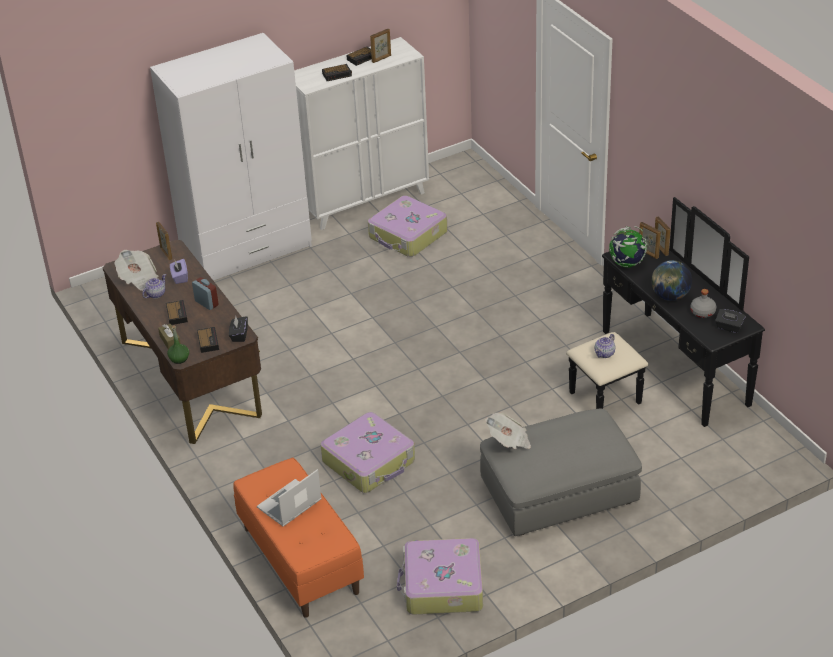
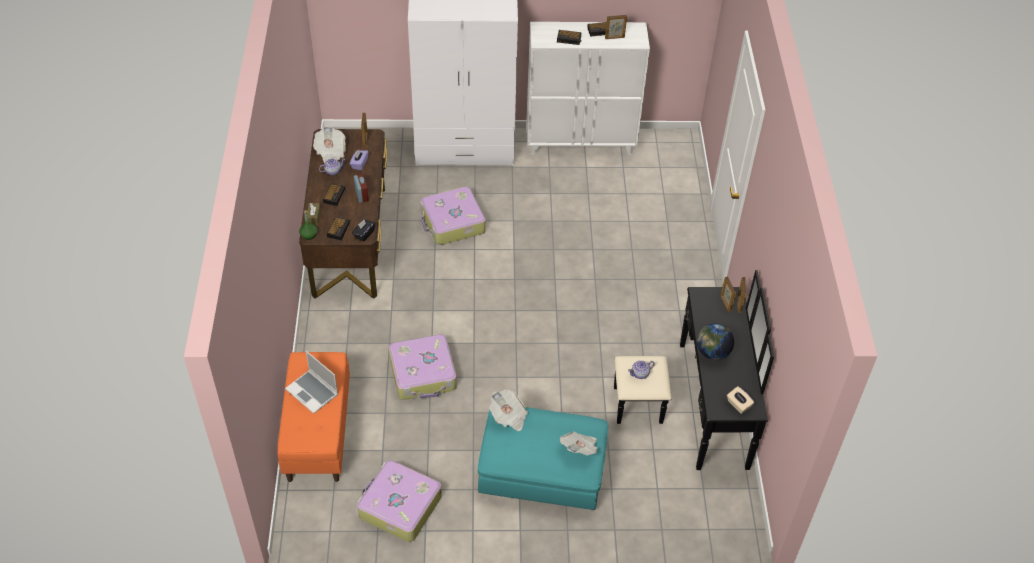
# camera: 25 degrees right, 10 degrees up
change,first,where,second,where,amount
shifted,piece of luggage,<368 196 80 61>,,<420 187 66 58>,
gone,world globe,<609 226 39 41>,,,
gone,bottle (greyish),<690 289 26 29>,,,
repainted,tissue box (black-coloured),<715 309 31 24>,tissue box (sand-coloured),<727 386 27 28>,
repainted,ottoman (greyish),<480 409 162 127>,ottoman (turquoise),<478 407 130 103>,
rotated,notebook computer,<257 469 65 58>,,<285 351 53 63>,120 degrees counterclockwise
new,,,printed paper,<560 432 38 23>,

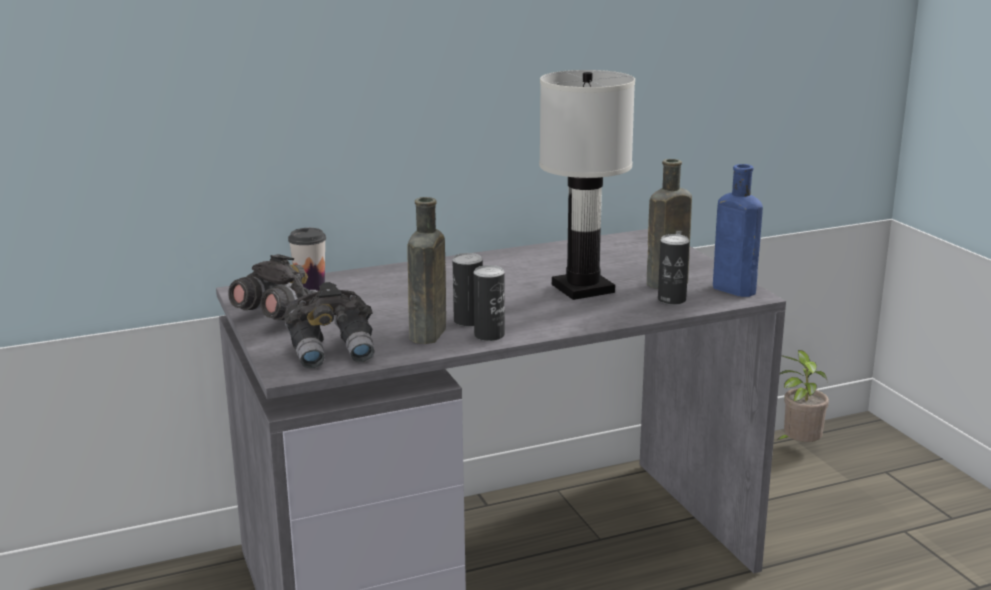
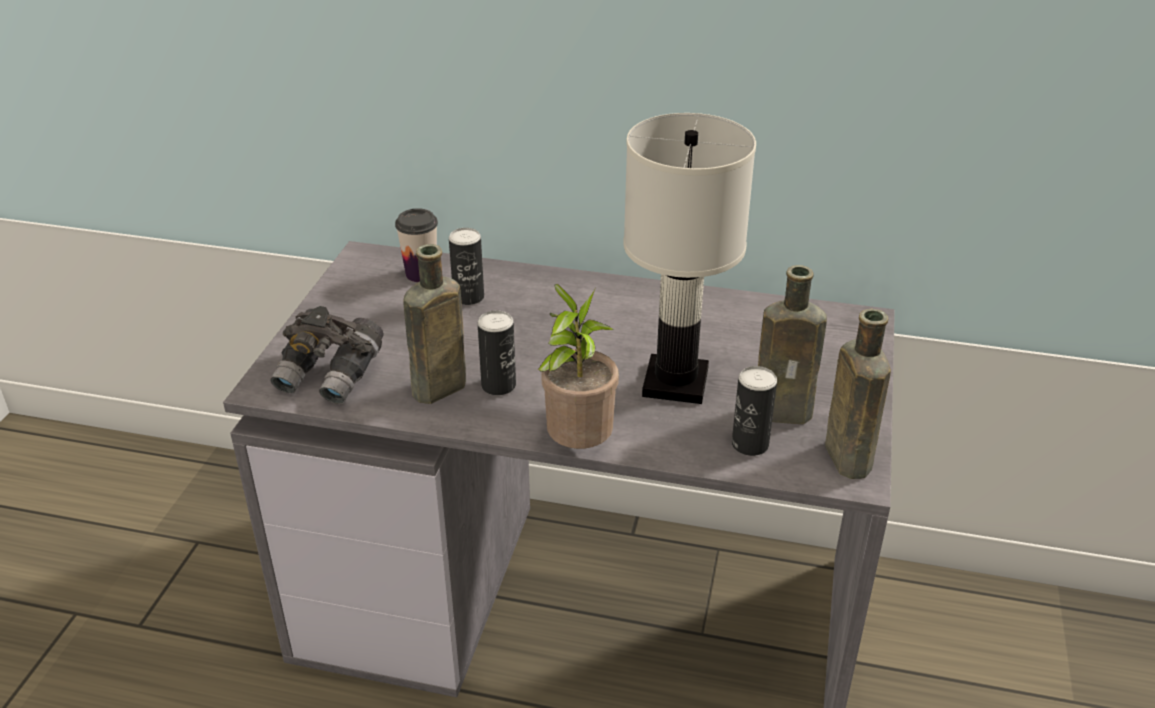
# camera: 35 degrees right, 15 degrees up
change,first,where,second,where,amount
repainted,bottle (blue),<713 164 50 133>,bottle (brown),<825 309 66 170>,
gone,pair of binoculars (greyish),<228 254 92 66>,,,
shifted,can,<474 265 31 76>,,<449 228 35 77>,
shifted,houseplant,<777 350 52 92>,,<538 284 81 165>,

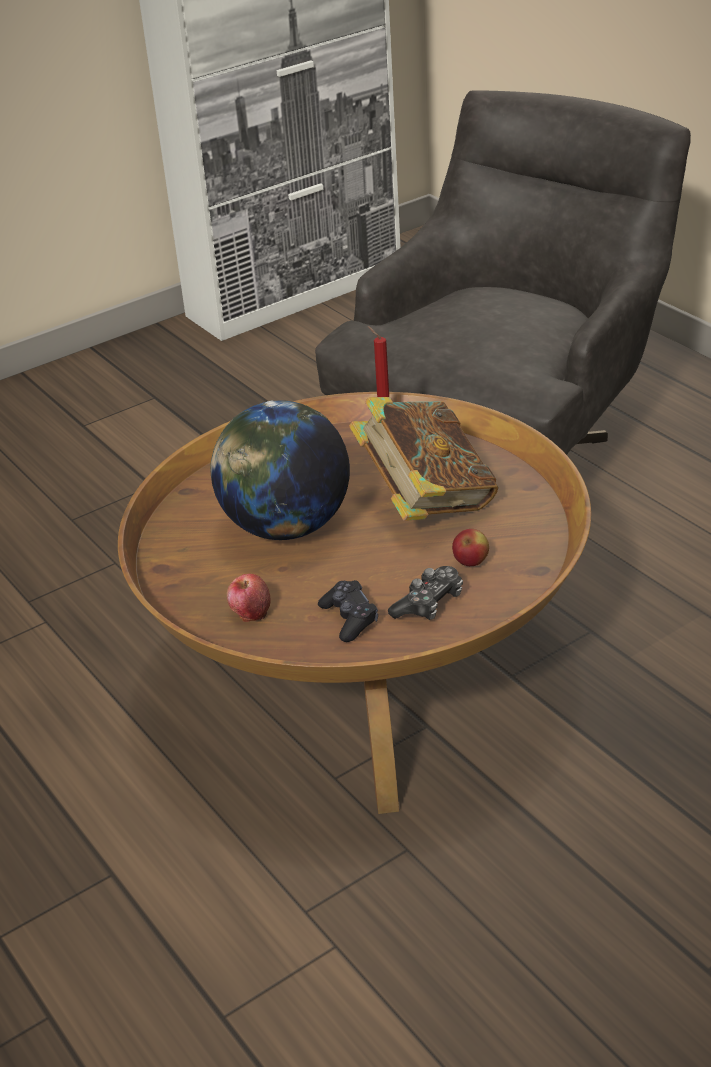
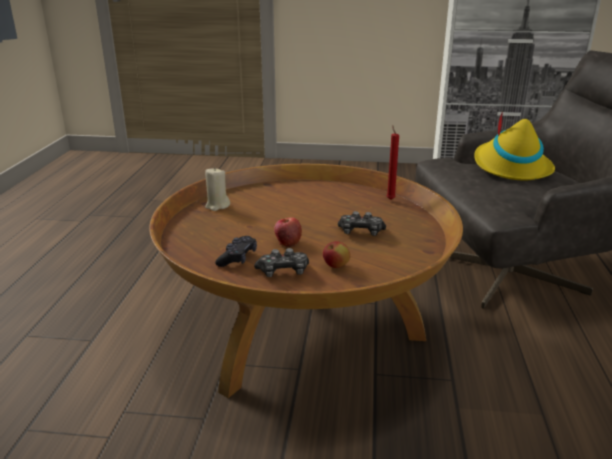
# camera: 40 degrees right, 10 degrees down
change,first,where,second,where,amount
swapped,book,<349 397 149 124>,joypad,<338 211 48 25>,
gone,world globe,<210 400 140 140>,,,
shifted,apple fruit,<227 574 44 48>,,<274 217 28 30>,
new,,,clothing hat (yellow-coloured),<474 111 81 70>,
new,,,candle (sand-coloured),<205 167 25 44>,

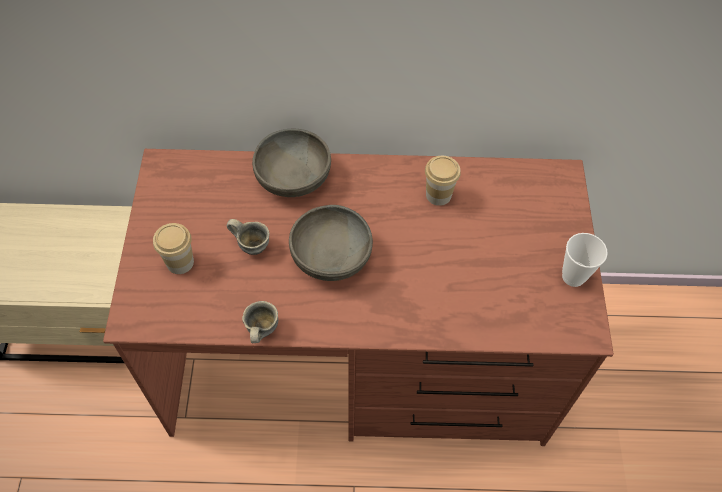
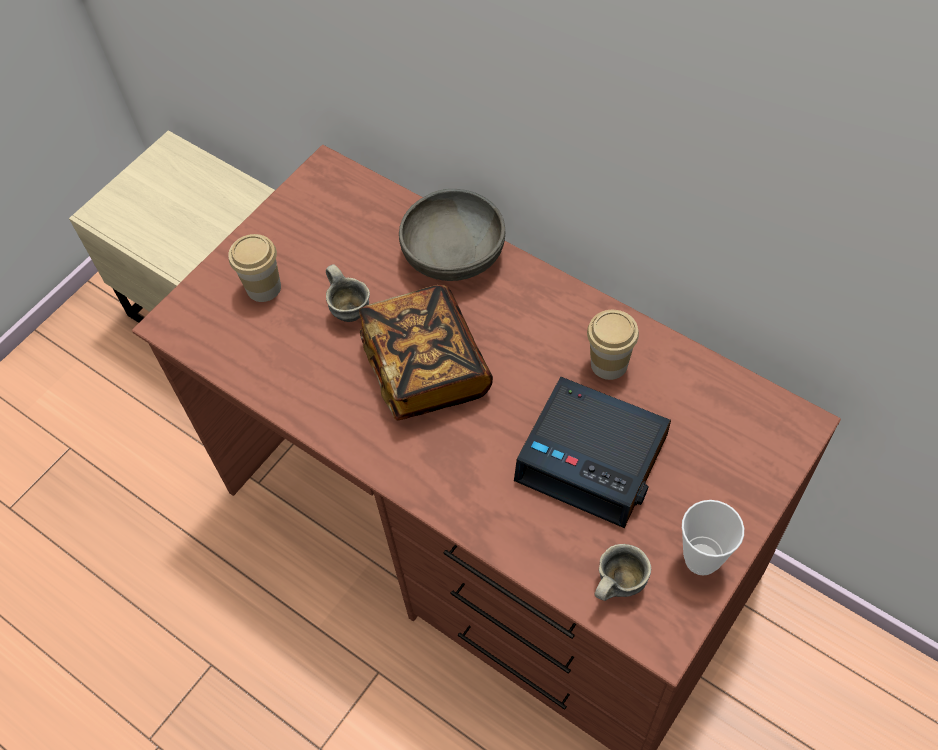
# camera: 40 degrees right, 0 degrees up
change,first,where,second,where,amount
swapped,serving bowl (greyish),<289 205 84 76>,book,<359 285 134 136>,
shifted,coffee mug (greyish),<242 301 36 42>,,<595 544 56 57>,
new,,,table clock,<514 377 157 151>,

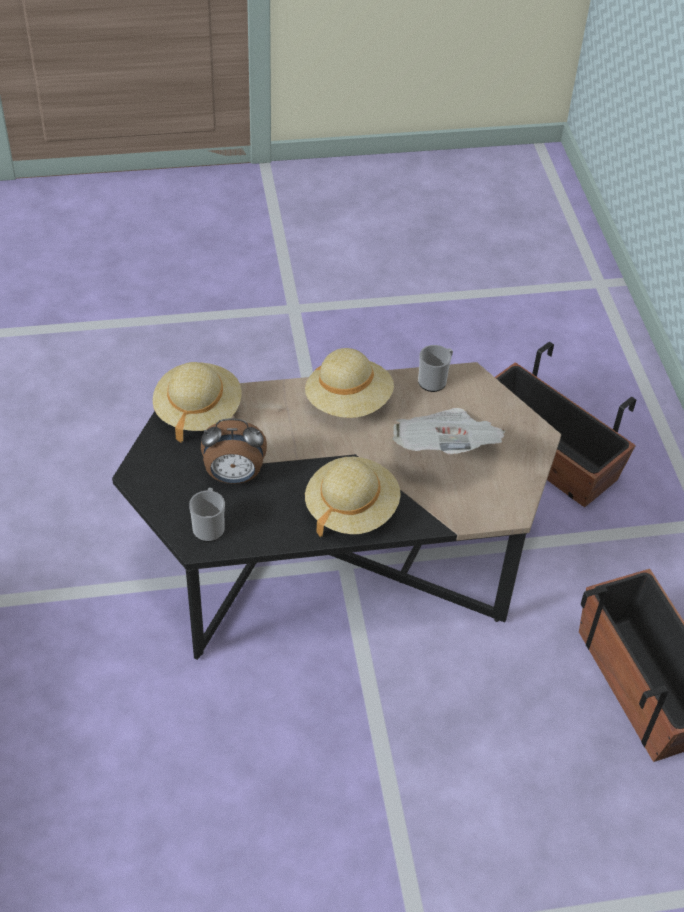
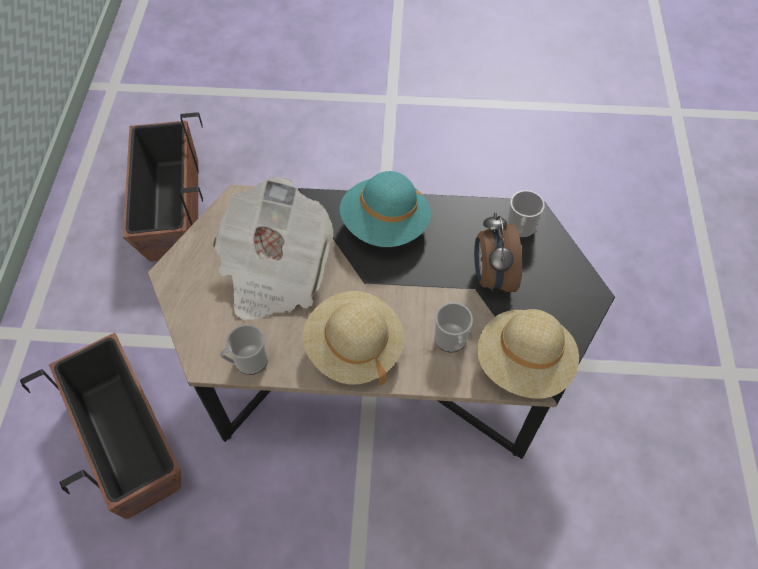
# camera: 165 degrees left, 10 degrees up
change,first,where,second,where,amount
rotated,table clock,<201 418 66 66>,,<474 212 48 80>,105 degrees counterclockwise
repainted,clothing hat (sand-coloured),<305 457 96 80>,clothing hat (turquoise),<340 171 91 76>,
new,,,coffee mug,<434 302 39 51>,

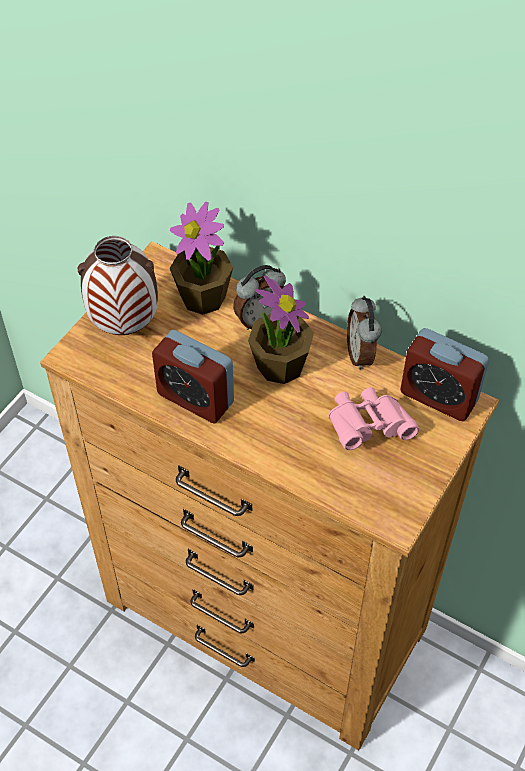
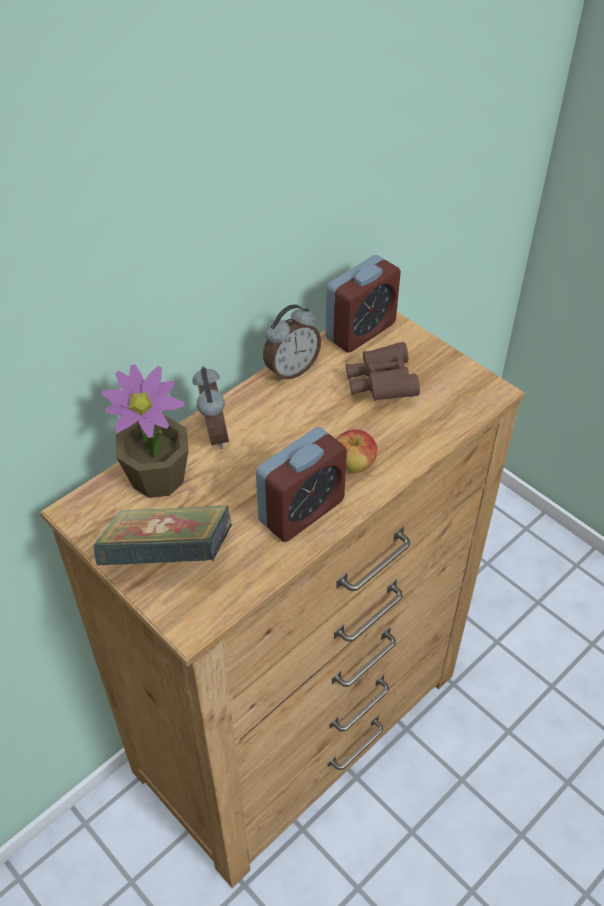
# camera: 75 degrees left, 5 degrees down
change,first,where,second,where,amount
swapped,flower vase,<78 236 80 99>,book,<93 505 139 61>,
gone,houseplant,<248 275 66 109>,,,
rotated,table clock,<347 296 35 74>,,<263 304 58 77>,45 degrees counterclockwise
repainted,pair of binoculars (pink),<328 387 91 63>,pair of binoculars (brown),<346 342 74 59>,
new,,,apple fruit,<336 430 41 43>,

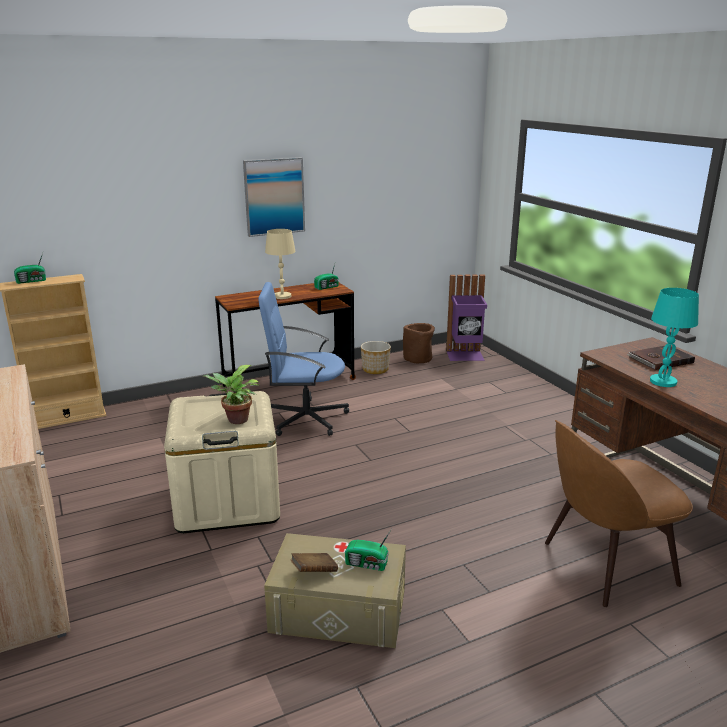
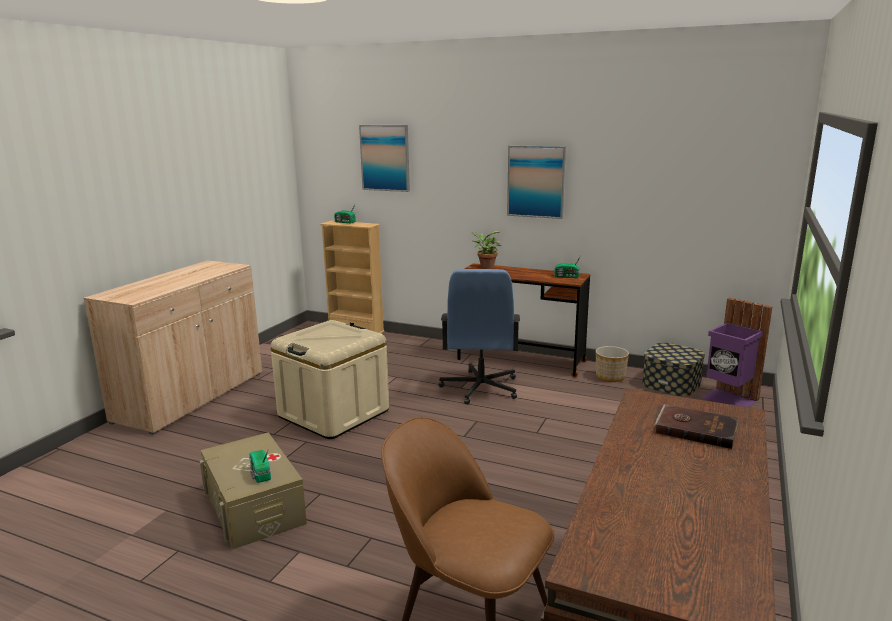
# camera: 50 degrees right, 5 degrees down
change,first,where,second,where,amount
gone,tabletop lamp (sand-coloured),<265 229 31 70>,,,
rotated,office chair (blue),<258 282 91 154>,,<439 269 81 136>,135 degrees counterclockwise
gone,tabletop lamp (turquoise),<650 288 49 99>,,,
swapped,plant pot (brown),<403 323 32 40>,storage container,<642 343 63 54>,
shifted,houseplant,<202 365 57 59>,,<472 231 29 38>,
gone,book (brown),<291 553 47 19>,,,
new,,,wall picture,<359 125 51 67>,

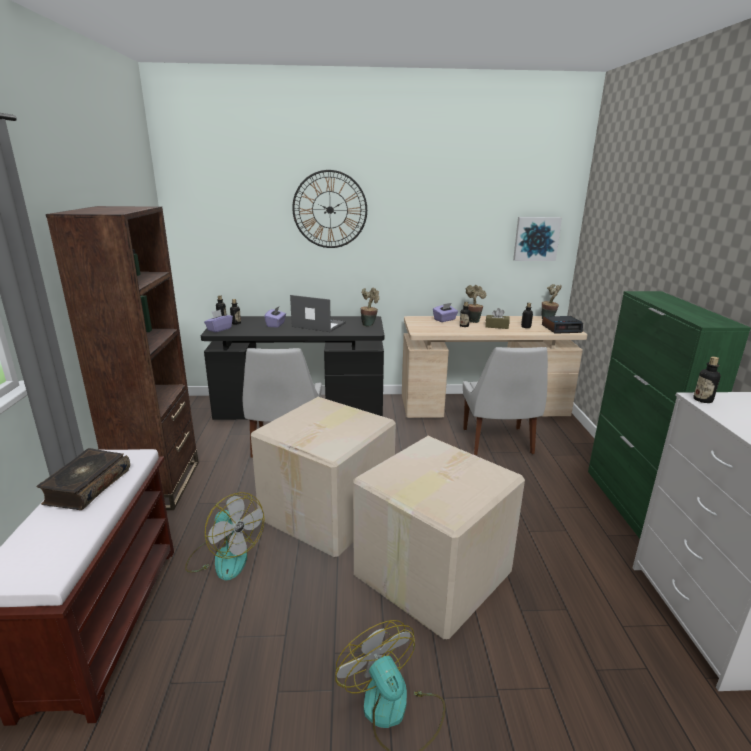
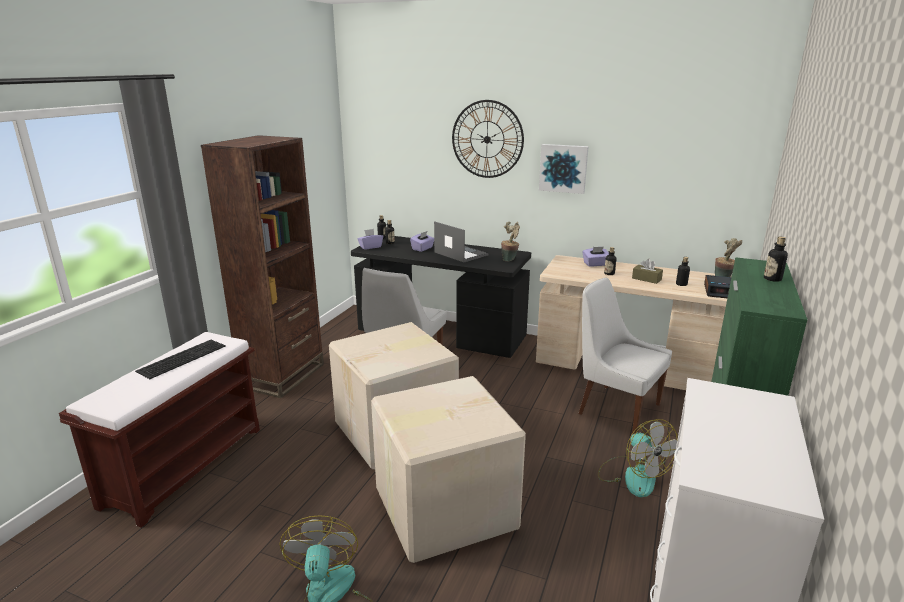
# camera: 25 degrees right, 0 degrees up
change,first,where,second,where,amount
shifted,wall picture,<513 217 49 44>,,<539 144 50 50>,
gone,houseplant,<466 285 20 38>,,,
rotated,upright chair (white-coloured),<463 347 85 108>,,<579 278 93 156>,105 degrees clockwise
shifted,bottle,<693 356 28 47>,,<764 237 24 45>,
swapped,book,<36 448 94 62>,computer keyboard,<135 340 91 39>,
shifted,electric fan,<185 492 80 88>,,<598 419 80 78>,

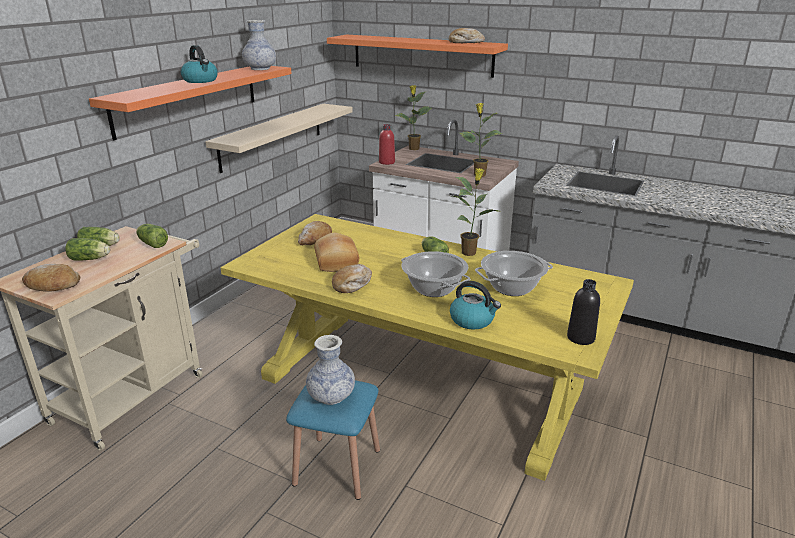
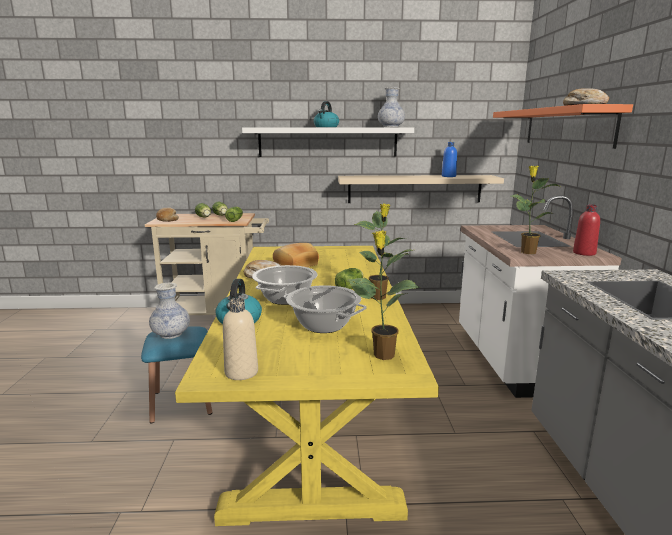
# camera: 60 degrees right, 10 degrees down
change,first,where,second,where,amount
repainted,shelf (orange-coloured),<89 66 203 74>,shelf (white-coloured),<242 127 172 30>,
shifted,houseplant,<395 85 37 65>,,<348 230 72 130>,
shifted,bottle (red),<379 124 16 41>,,<573 204 27 52>,
gone,baked bread,<298 221 34 24>,,,
repainted,bottle (black-coloured),<567 279 33 66>,bottle (sand-coloured),<223 298 35 82>,
new,,,bottle (blue),<442 142 15 35>,

